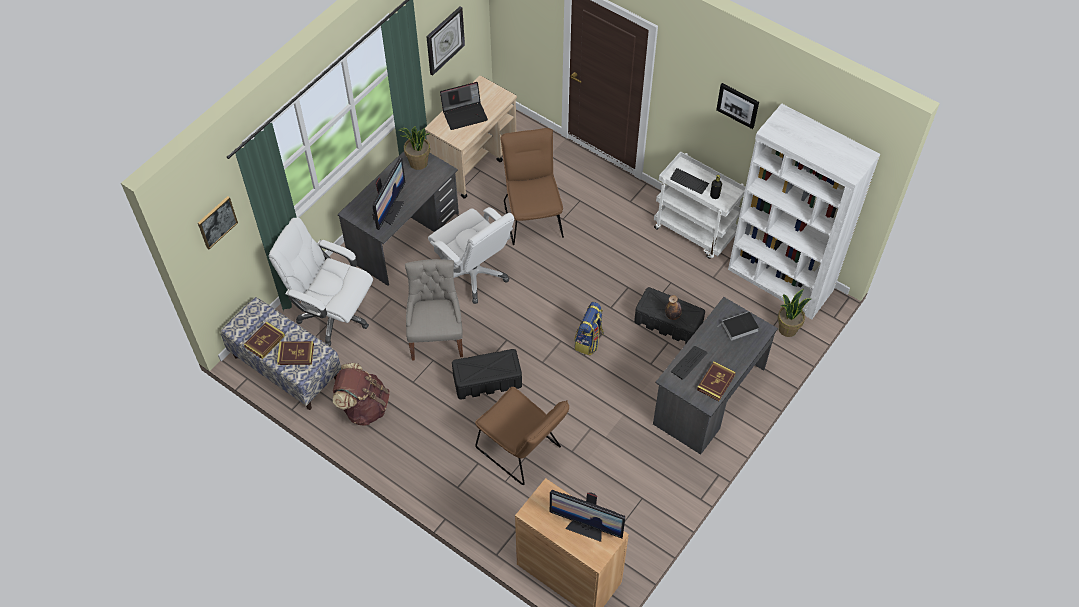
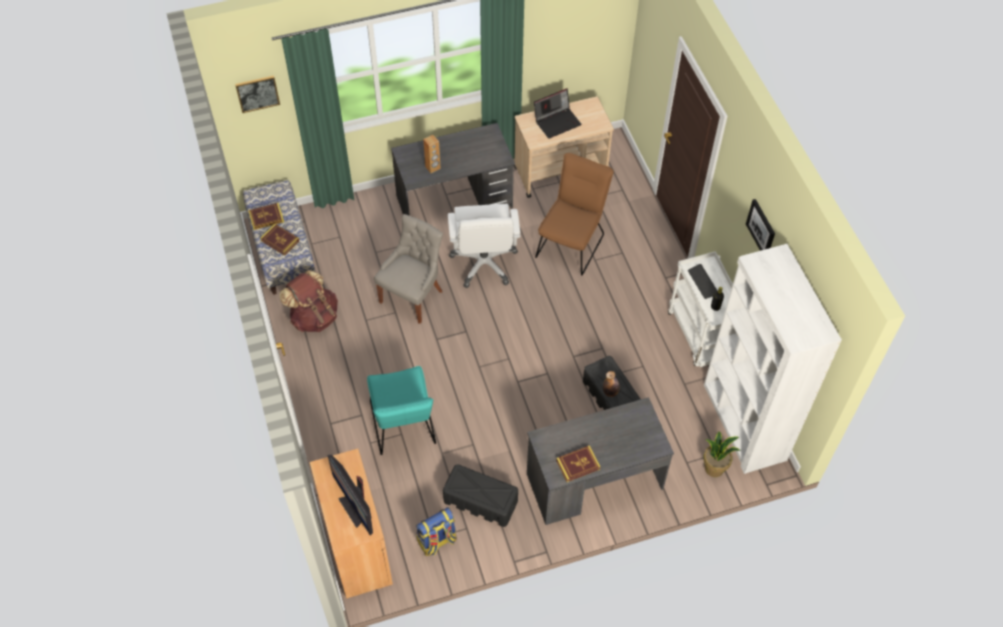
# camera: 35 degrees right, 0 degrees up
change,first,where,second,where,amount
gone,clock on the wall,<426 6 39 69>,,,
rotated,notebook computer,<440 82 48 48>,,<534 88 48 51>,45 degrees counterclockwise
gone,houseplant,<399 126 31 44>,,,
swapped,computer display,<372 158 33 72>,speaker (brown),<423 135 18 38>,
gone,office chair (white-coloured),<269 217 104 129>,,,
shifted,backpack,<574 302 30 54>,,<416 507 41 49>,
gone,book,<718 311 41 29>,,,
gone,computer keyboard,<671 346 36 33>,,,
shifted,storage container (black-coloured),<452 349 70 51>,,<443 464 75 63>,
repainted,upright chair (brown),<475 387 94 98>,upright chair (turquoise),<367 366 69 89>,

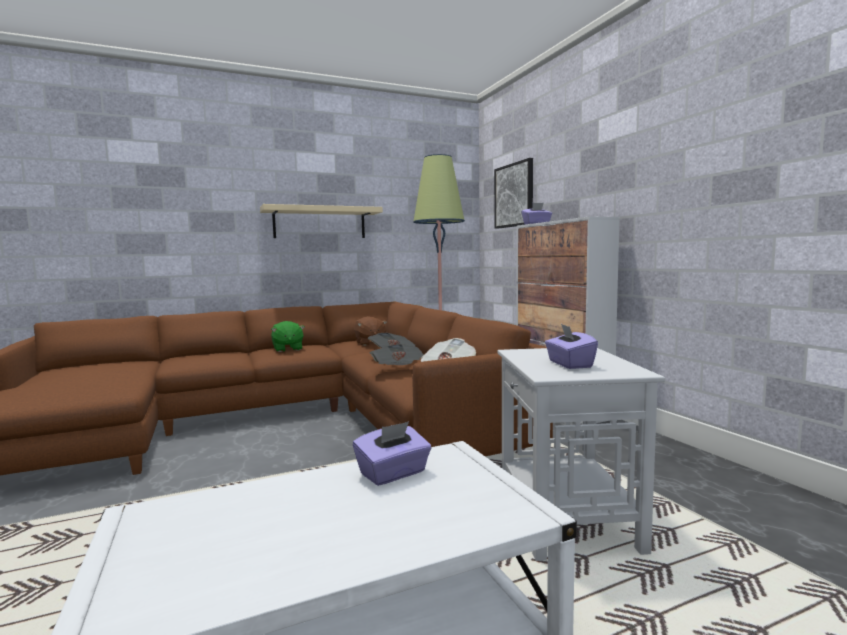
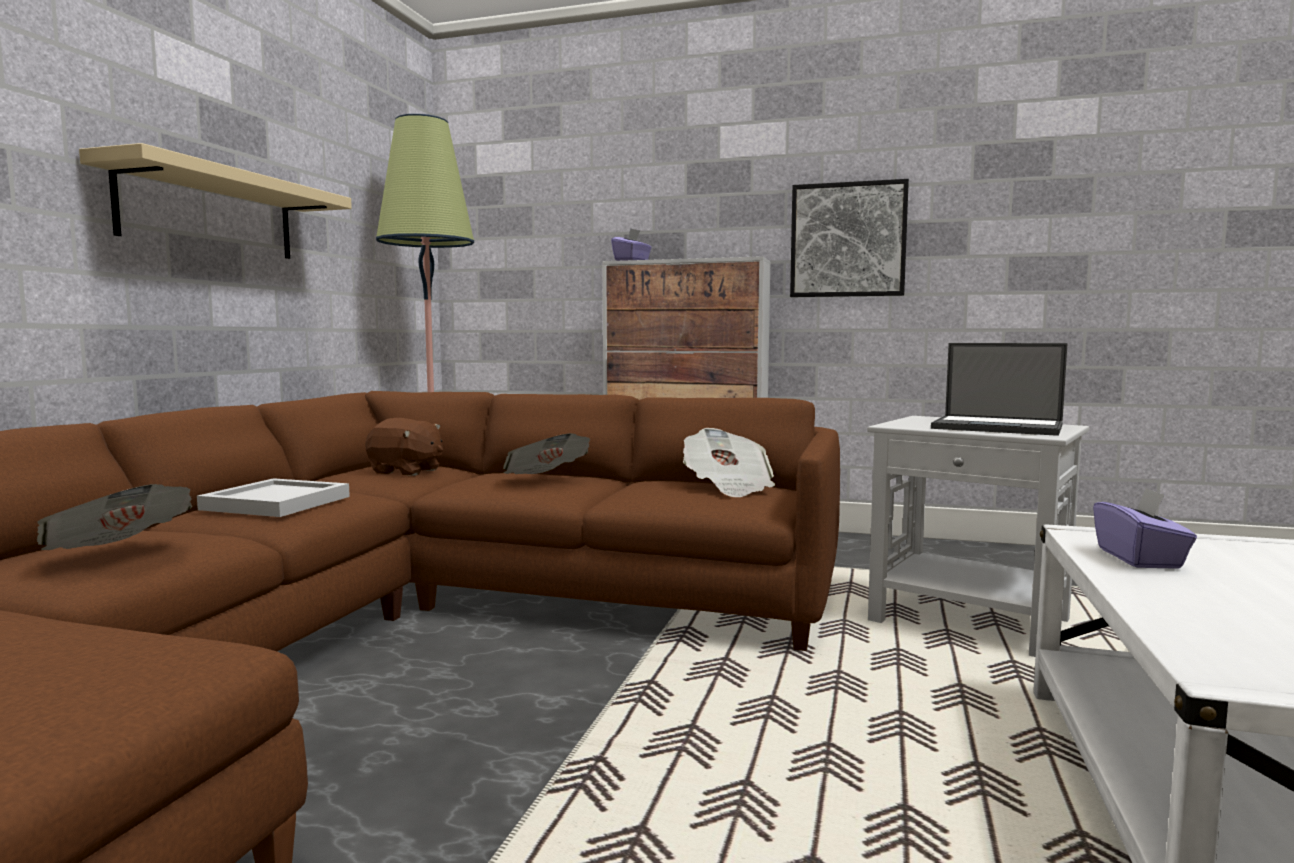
# camera: 50 degrees left, 0 degrees up
change,first,where,second,where,amount
shifted,wall picture,<494 158 39 71>,,<790 179 119 118>,
swapped,plush toy (green),<271 321 34 31>,carrying tray (white-coloured),<197 478 153 39>,
swapped,tissue box (purple),<545 324 53 45>,notebook computer,<931 343 137 93>,
shifted,printed paper,<369 344 55 21>,,<37 484 156 66>,

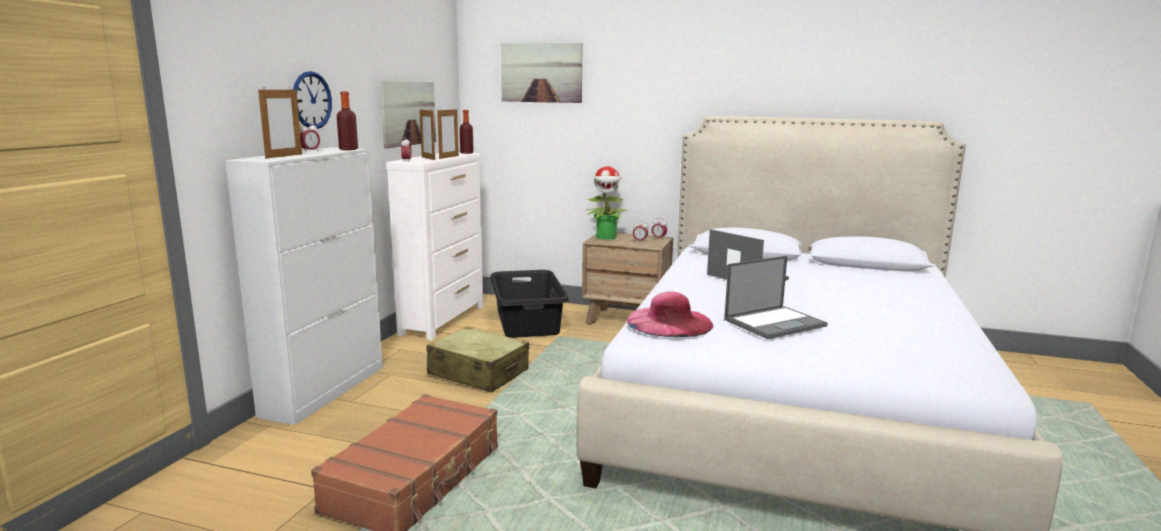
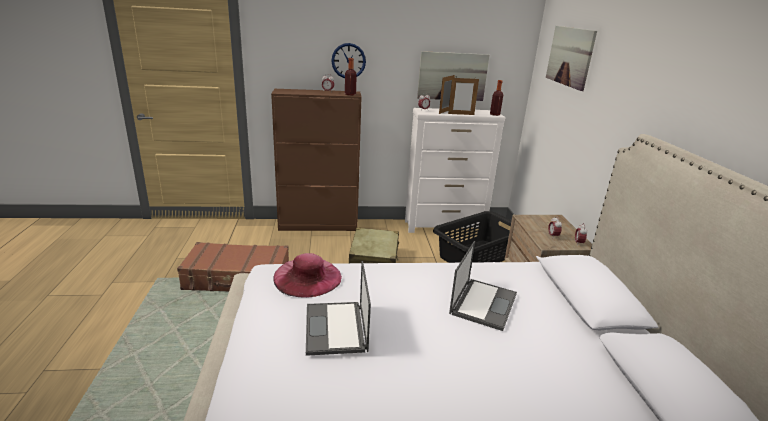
# camera: 65 degrees right, 10 degrees up
change,first,where,second,where,amount
gone,standing frame,<258 87 44 72>,,,
repainted,storage cabinet (white-coloured),<225 148 158 277>,storage cabinet (brown),<271 89 91 142>,
gone,houseplant,<587 166 40 74>,,,
rotated,notebook computer,<724 256 104 83>,,<306 261 65 95>,45 degrees clockwise

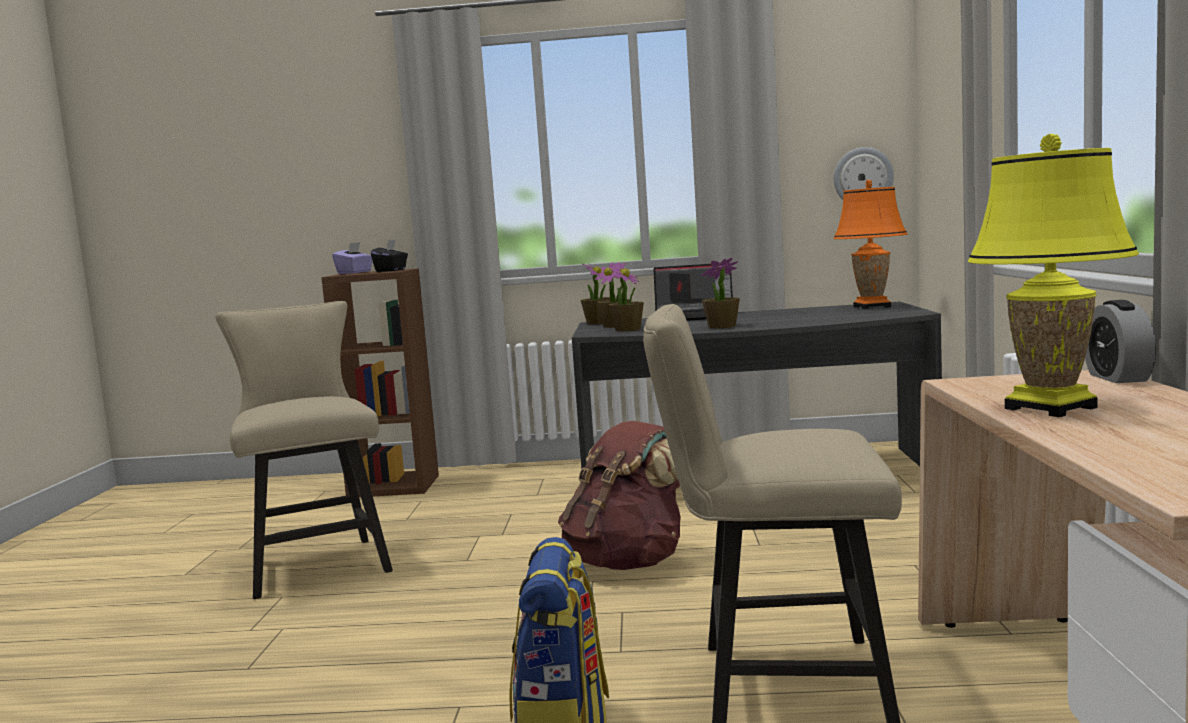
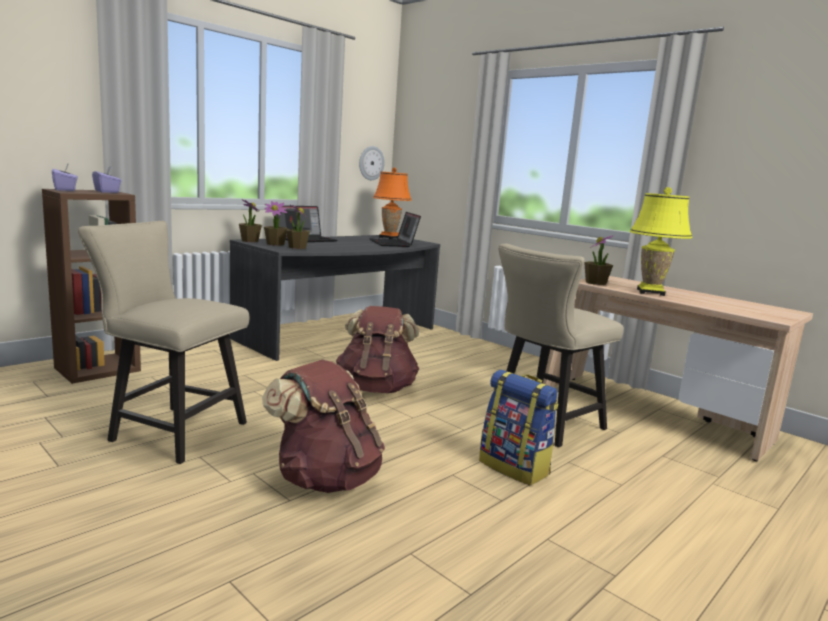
# camera: 50 degrees left, 5 degrees up
change,first,where,second,where,amount
repainted,tissue box (black-coloured),<371 240 37 32>,tissue box (purple),<92 166 29 27>,
shifted,houseplant,<701 258 39 70>,,<584 236 29 49>,
gone,table clock,<1085 300 71 83>,,,
new,,,notebook computer,<369 212 52 35>,
new,,,backpack (brown),<262 360 123 133>,

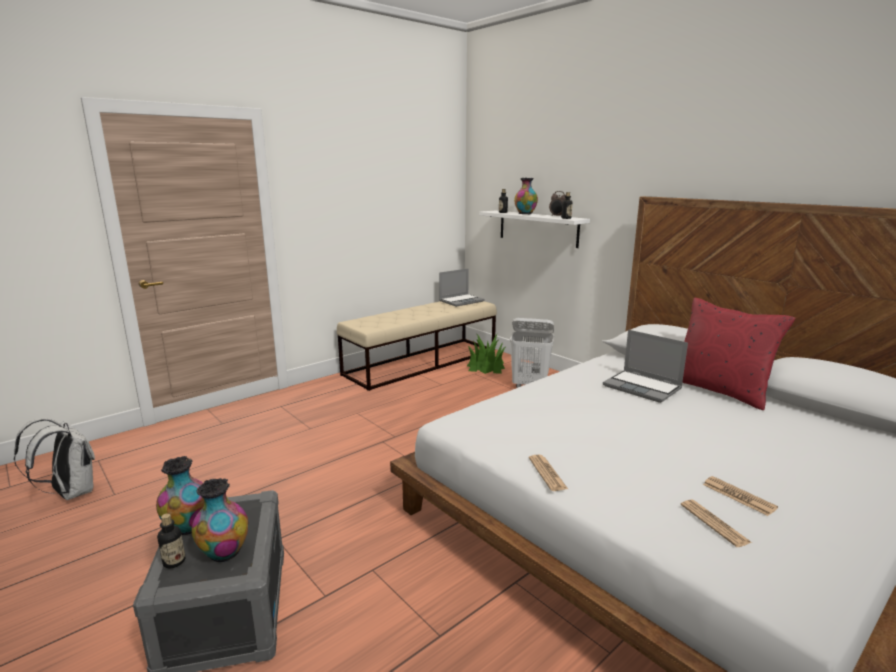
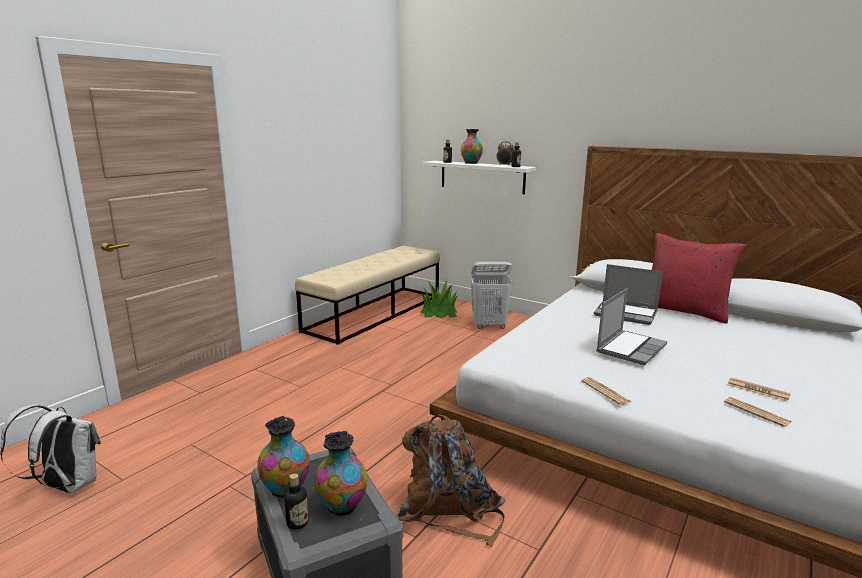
# camera: 15 degrees left, 0 degrees up
change,first,where,second,where,amount
shifted,notebook computer,<439 268 46 39>,,<596 288 71 77>,
new,,,backpack (brown),<396 414 109 133>,

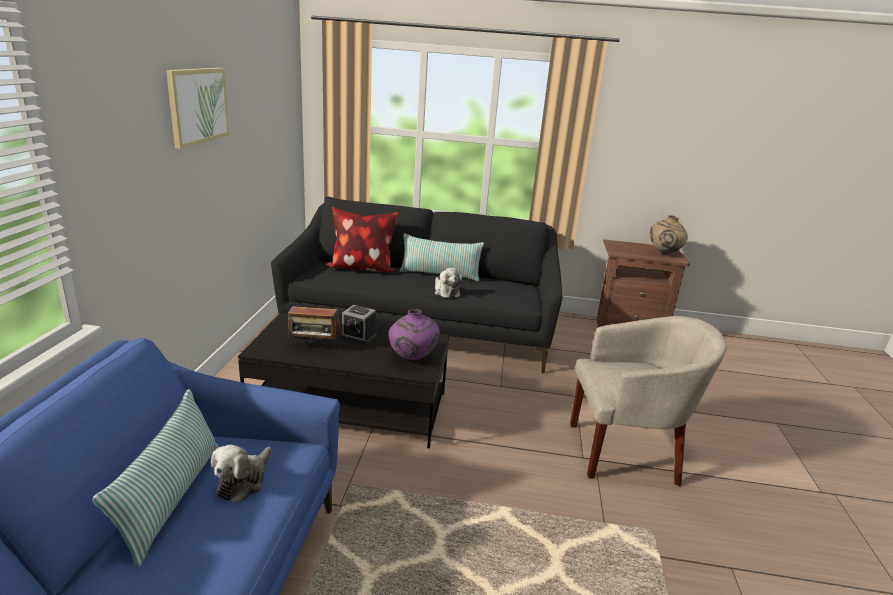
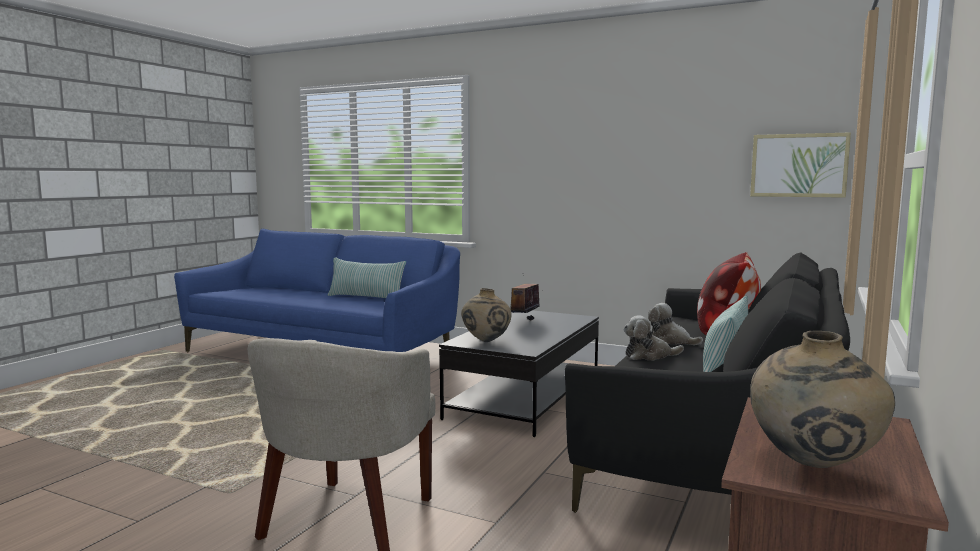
# camera: 110 degrees right, 15 degrees down
change,first,where,second,where,amount
shifted,wall picture,<166 68 63 81>,,<750 132 101 66>,
gone,table clock,<340 305 37 39>,,,
repainted,flower vase (purple),<389 309 50 51>,flower vase (sand-coloured),<461 288 51 54>,
shifted,plush toy,<211 445 61 58>,,<648 303 55 42>,

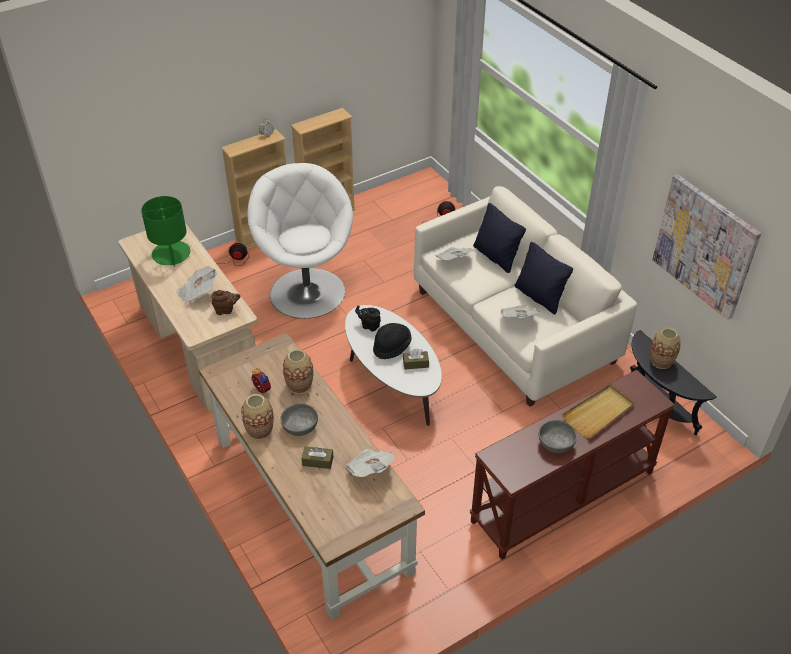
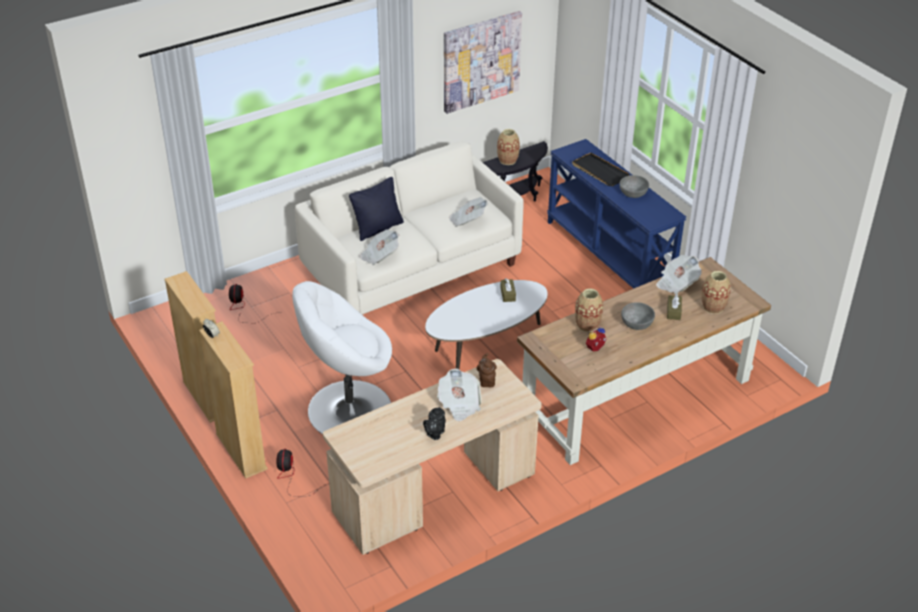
# camera: 90 degrees left, 5 degrees down
change,first,where,second,where,amount
gone,tabletop lamp (green),<141 196 49 70>,,,
gone,pillow (black-coloured),<514 242 59 72>,,,
shifted,tea pot (black-coloured),<355 306 26 25>,,<423 407 23 33>,
gone,clothing hat (black-coloured),<373 323 38 36>,,,
repainted,console table (brown),<470 370 205 190>,console table (blue),<547 139 139 150>,
repainted,carrying tray (sand-coloured),<562 384 72 54>,carrying tray (black-coloured),<572 153 57 33>,
shifted,flower vase,<241 394 33 46>,,<702 271 29 43>,

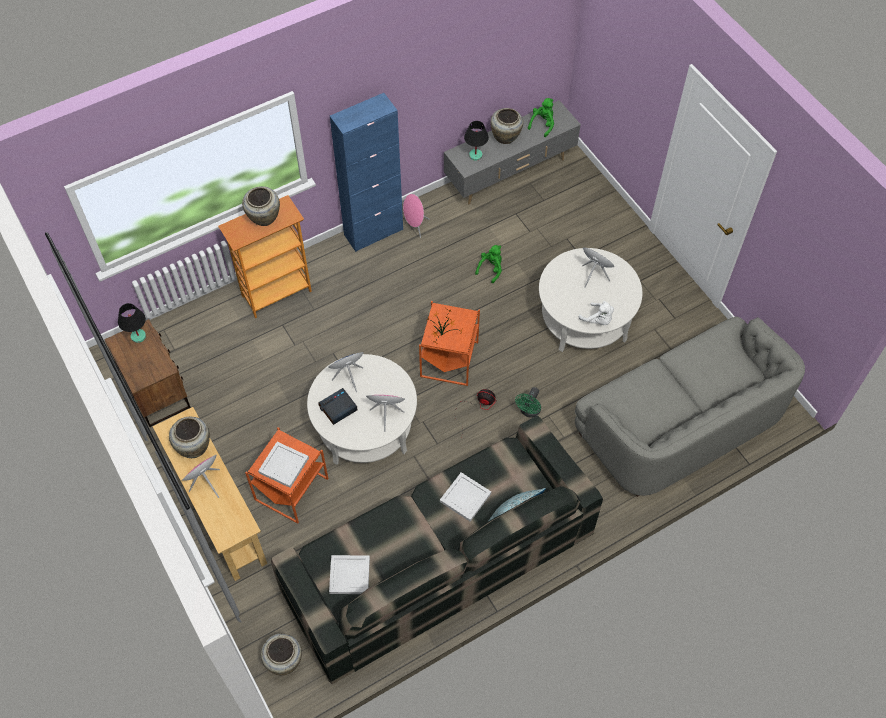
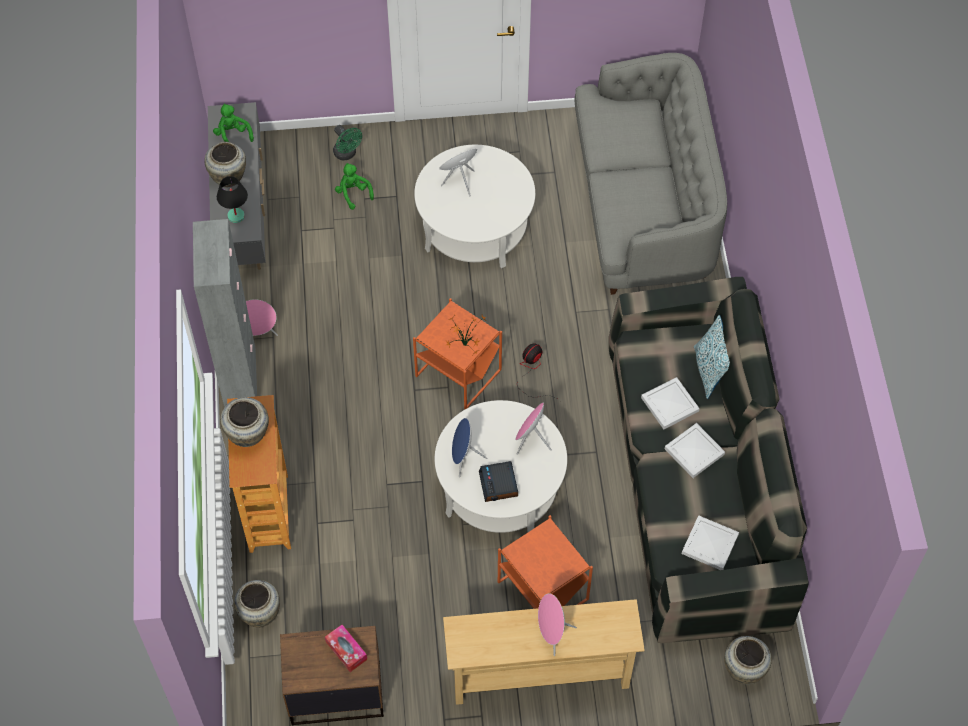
# camera: 65 degrees left, 0 degrees up
change,first,where,second,where,amount
repainted,storage cabinet (blue),<330 93 73 159>,storage cabinet (greyish),<193 219 64 188>,
shifted,plush toy (green),<475 245 27 38>,,<335 163 39 47>,
gone,plush toy (white-coloured),<579 301 35 24>,,,
gone,tabletop lamp (black-coloured),<118 303 28 40>,,,
shifted,electric fan (green),<515 387 26 31>,,<333 125 29 35>,
shifted,flower vase (sand-coloured),<169 417 41 41>,,<234 580 46 48>,
shifted,carrying tray (white-coloured),<258 442 51 46>,,<665 423 60 55>,
new,,,tissue box,<325 625 42 47>,

